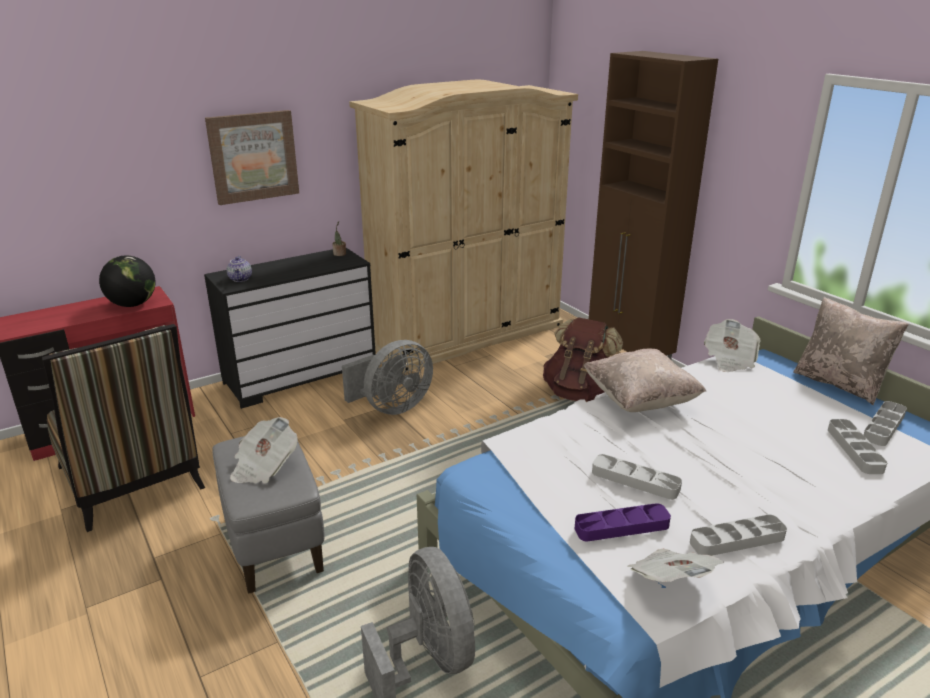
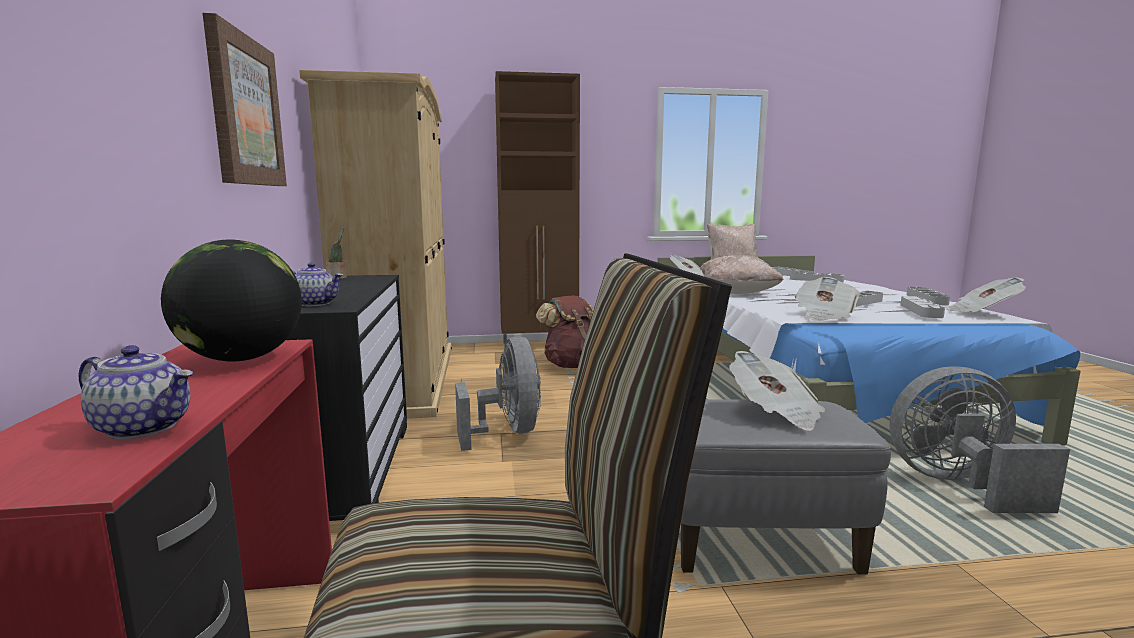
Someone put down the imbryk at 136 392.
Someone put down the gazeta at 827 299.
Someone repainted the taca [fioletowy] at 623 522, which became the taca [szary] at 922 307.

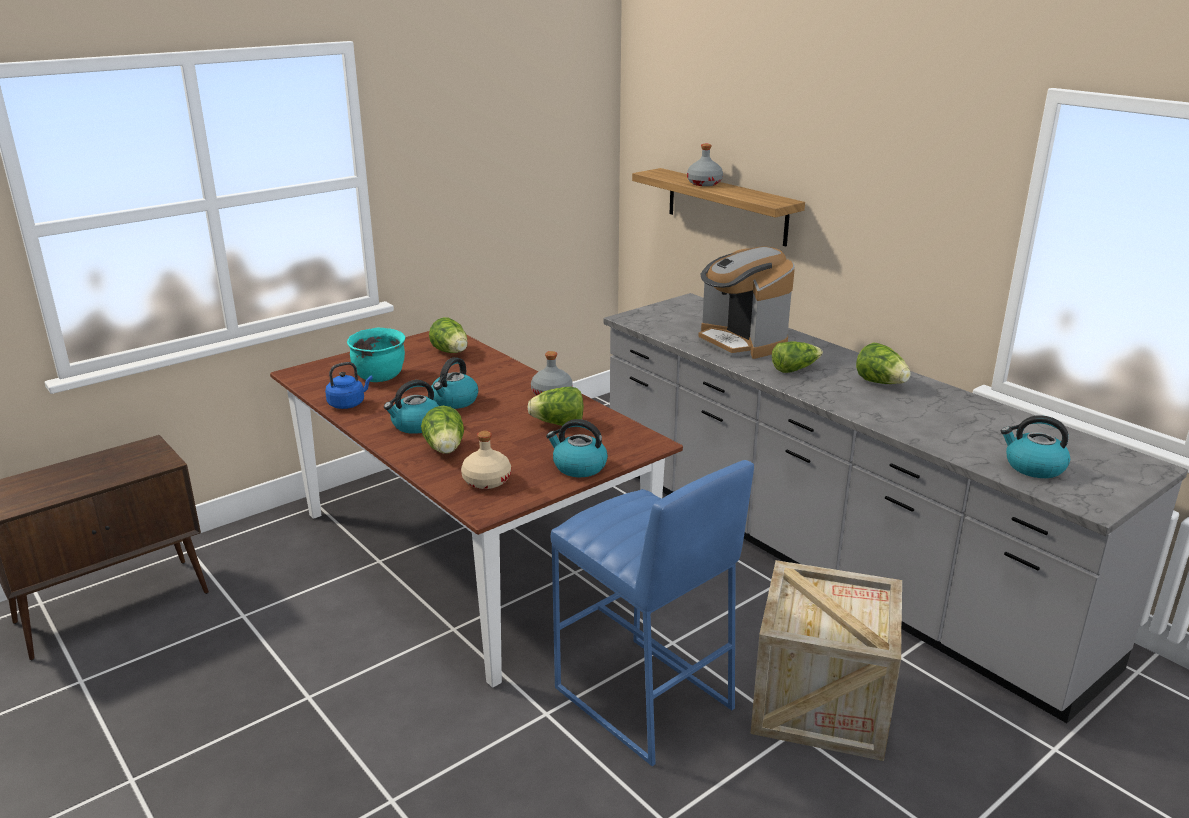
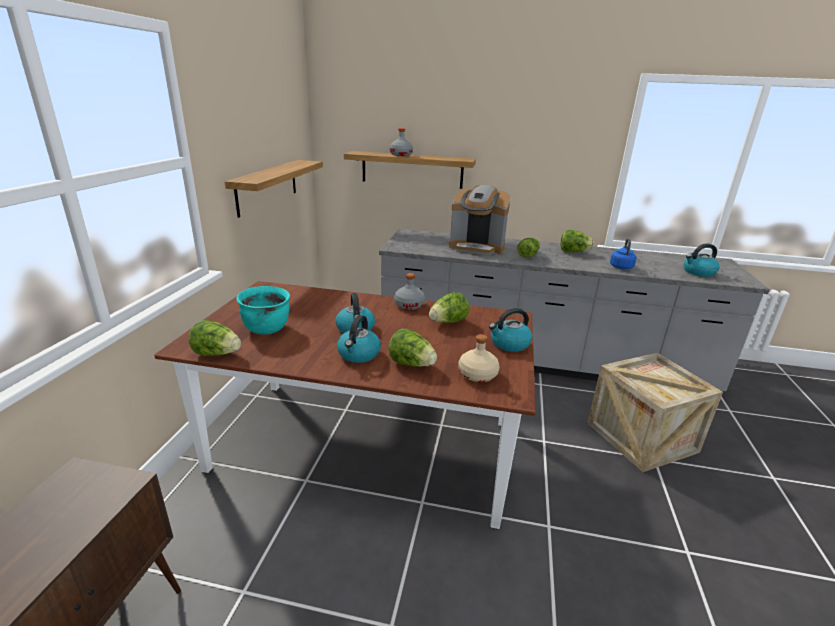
Someone took away the stołek [niebieski] at 652 613.
Someone put up the półka at 274 189.
Someone carried the czajnik [niebieski] from 349 385 to 623 253.
Someone carried the sałata from 448 335 to 215 338.

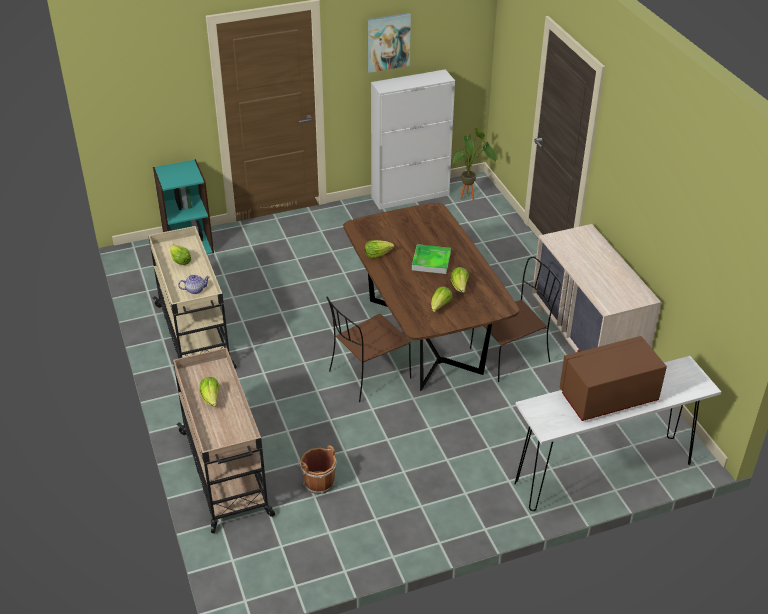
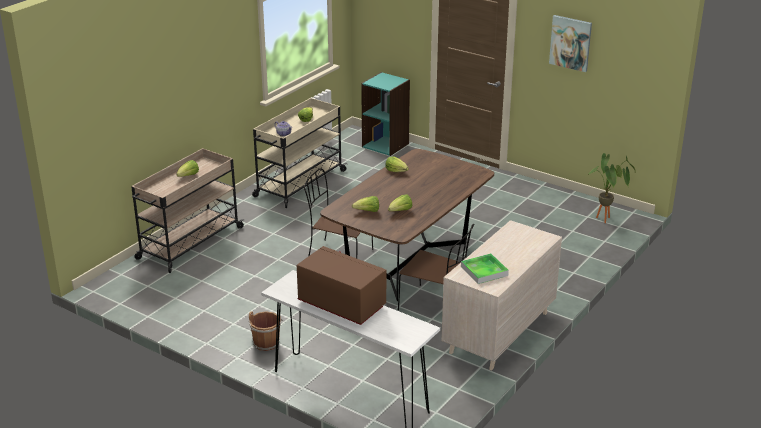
Someone took away the szafka [biały] at 413 139.
Someone carried the wiadro [brązowy] from 316 469 to 266 331.
Someone carried the taca from 431 259 to 485 268.

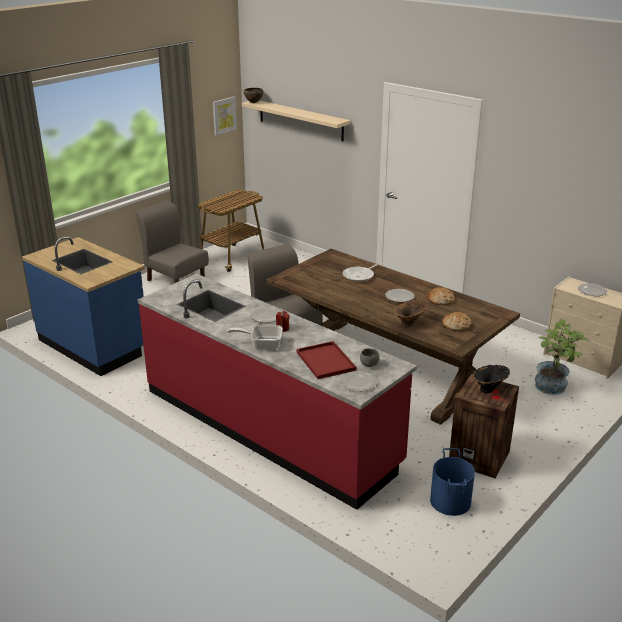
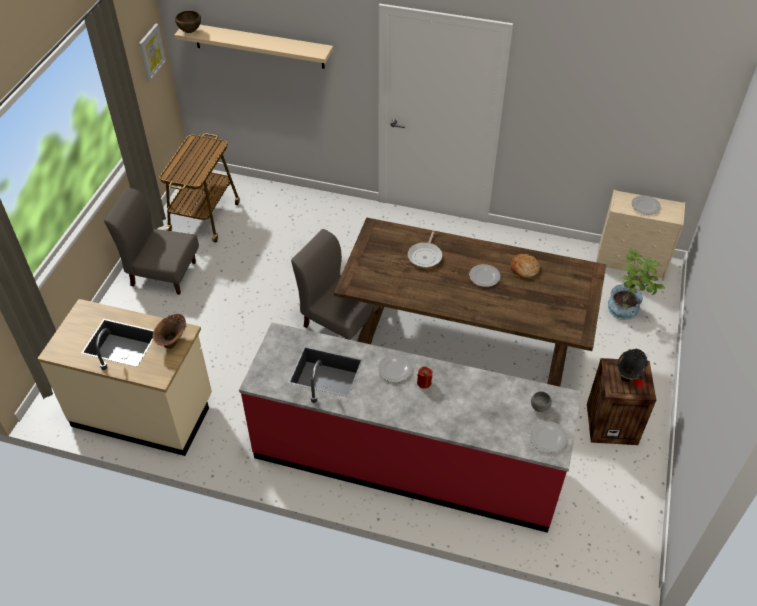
Someone took away the patelnia at 255 337.
Someone took away the taca [czerwony] at 326 360.
Someone took away the wiadro [niebieski] at 452 482.
Someone took away the chleb at 457 321.
Someone carried the wazon [brązowy] from 410 314 to 169 331.
Someone repainted the zabudowa kuchenna [niebieski] at 83 306, which became the zabudowa kuchenna [beżowy] at 124 377.

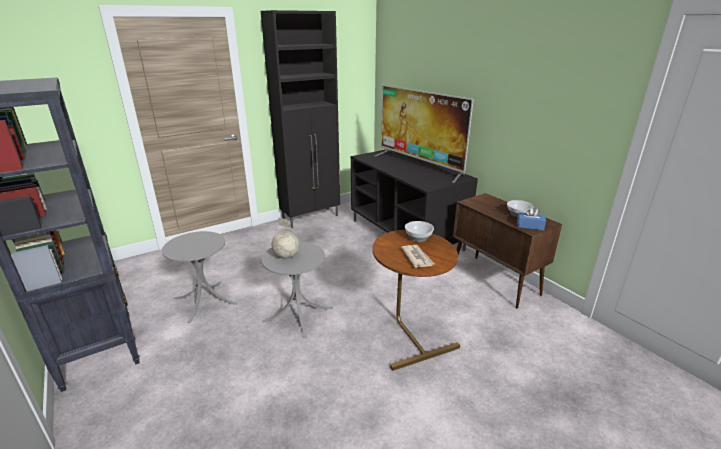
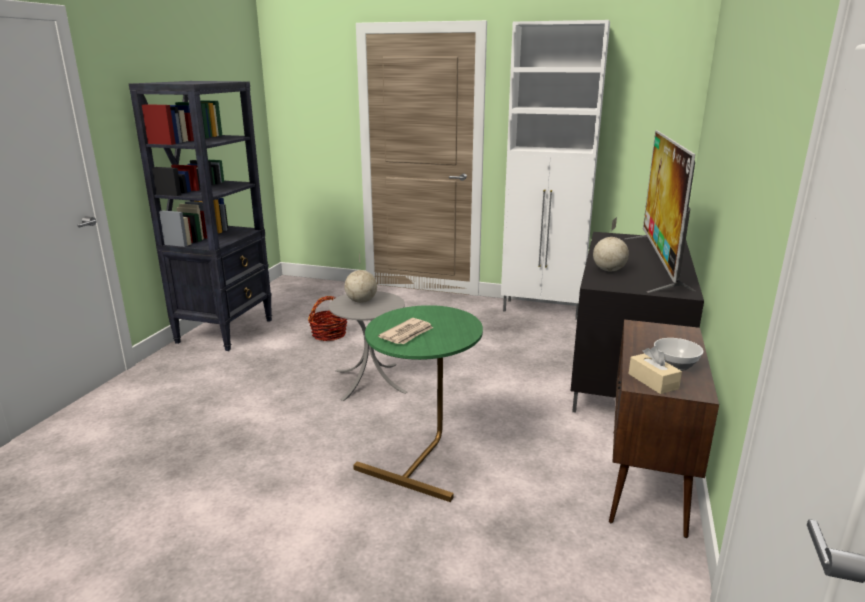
Someone took away the miska at 419 231.
Someone put down the globus at 611 244.
Someone swapped the stolik [szary] at 200 277 for the koszyk at 327 318.
Someone repainted the szafka [czarny] at 300 119, which became the szafka [biały] at 555 170.
Someone repainted the stolik [brązowy] at 416 300, which became the stolik [zielony] at 418 403.
Someone repainted the pudełko chusteczek [niebieski] at 531 218, which became the pudełko chusteczek [beżowy] at 655 370.

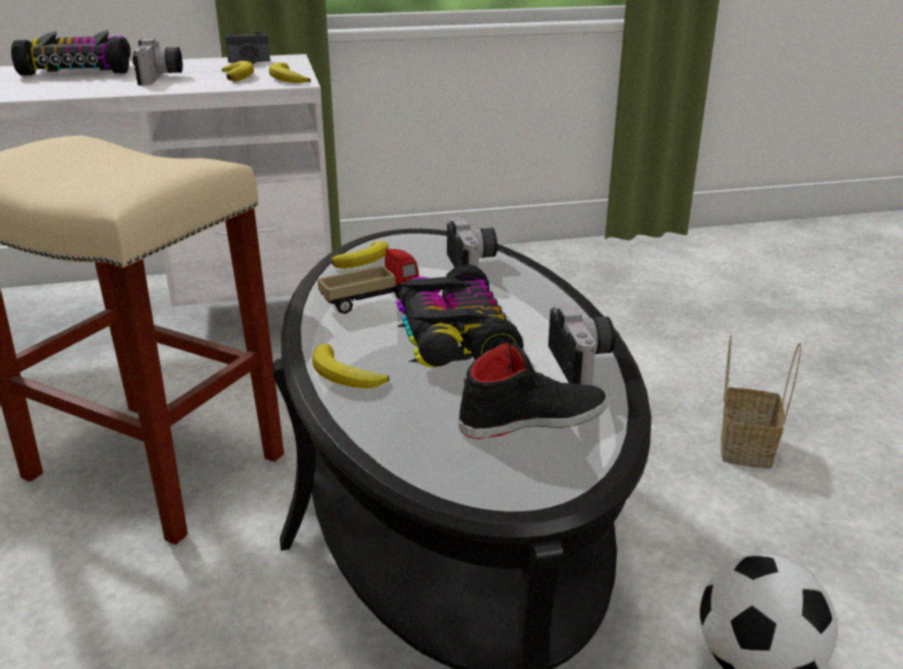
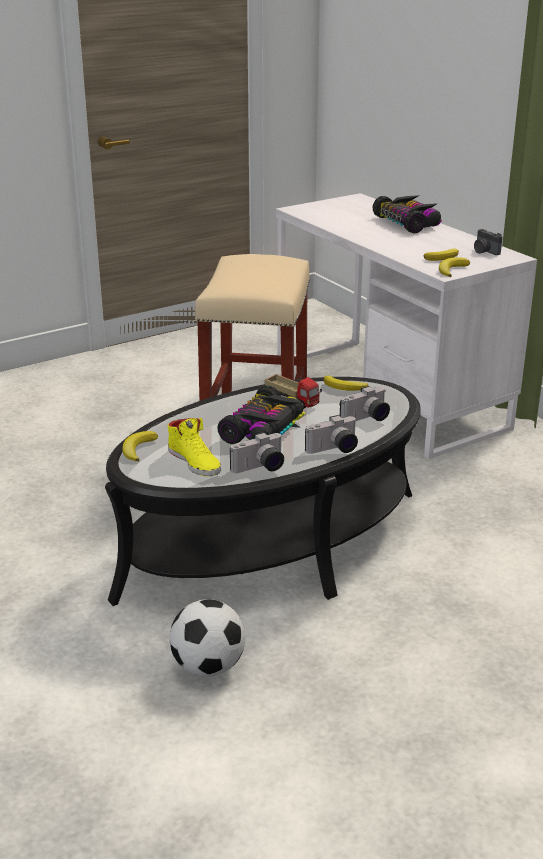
Someone took away the koszyk at 761 402.
Someone carried the aparat fotograficzny from 158 62 to 331 434.
Someone carried the banan from 350 366 to 140 446.
Someone repainted the but [czarny] at 532 389, which became the but [żółty] at 194 447.
Someone rotated the samochodzik at 460 315 by 150 degrees clockwise.

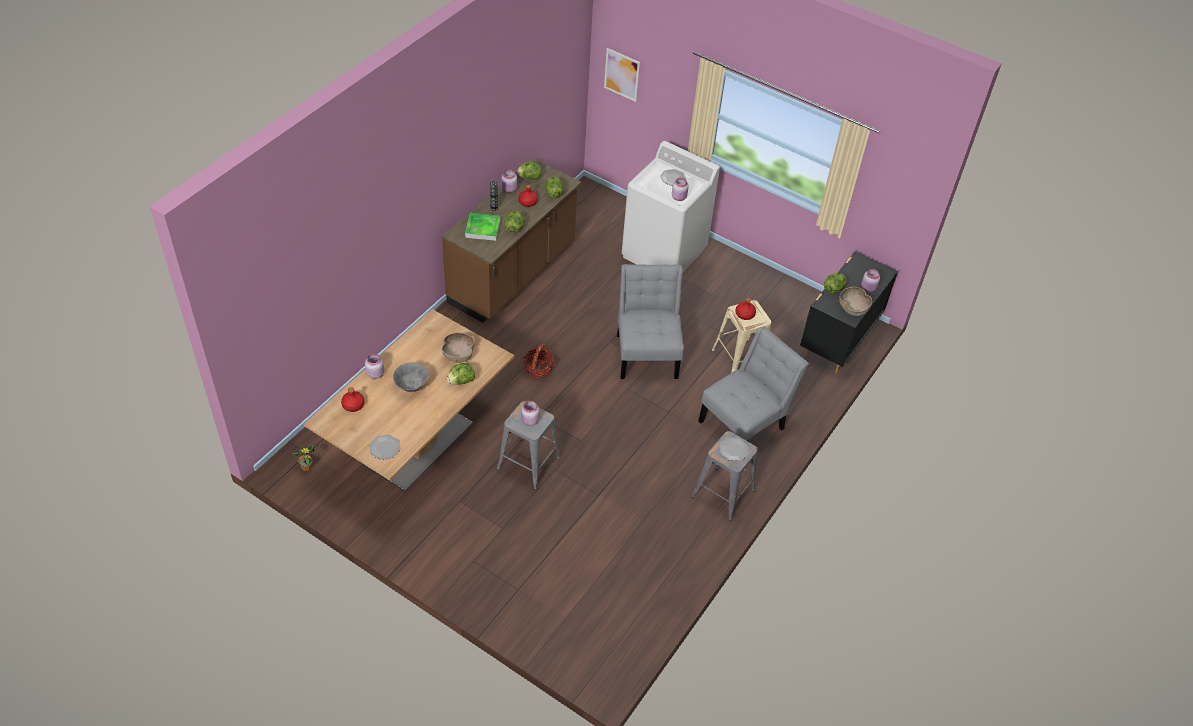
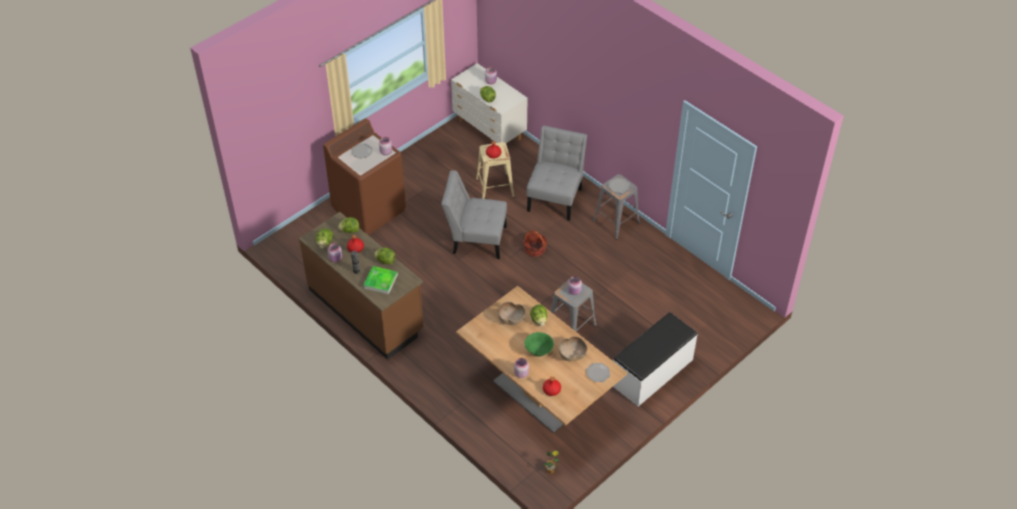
Someone took away the obraz at 622 75.
Someone put down the ławka [biały] at 655 359.
Someone carried the koszyk from 539 361 to 535 243.
Someone carried the miska [brązowy] from 855 301 to 572 348.
Someone repainted the miska [szary] at 411 377, which became the miska [zielony] at 539 344.
Someone repainted the pralka [biały] at 671 206, which became the pralka [brązowy] at 364 177.
Someone repainted the komoda [czarny] at 849 312, which became the komoda [biały] at 489 103.
Someone rotated the krzesło [szary] at 753 383 by 45 degrees clockwise.

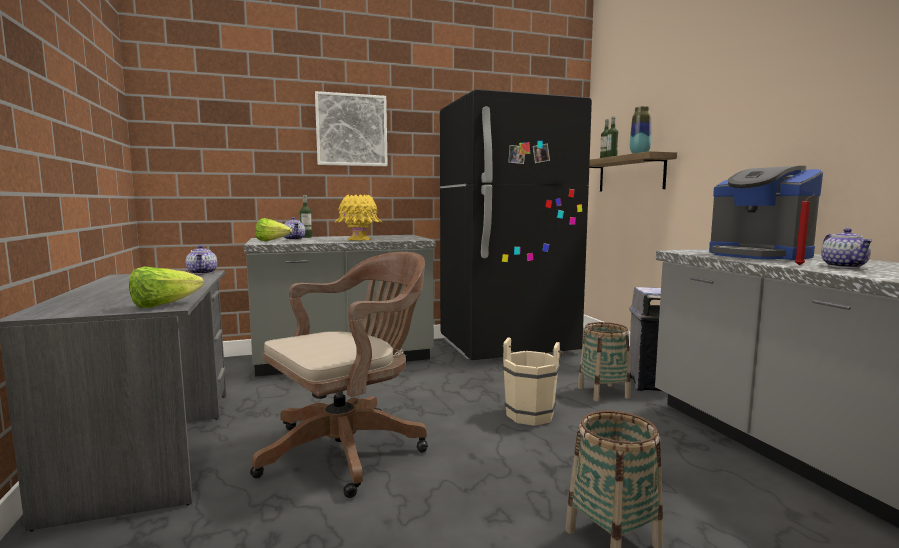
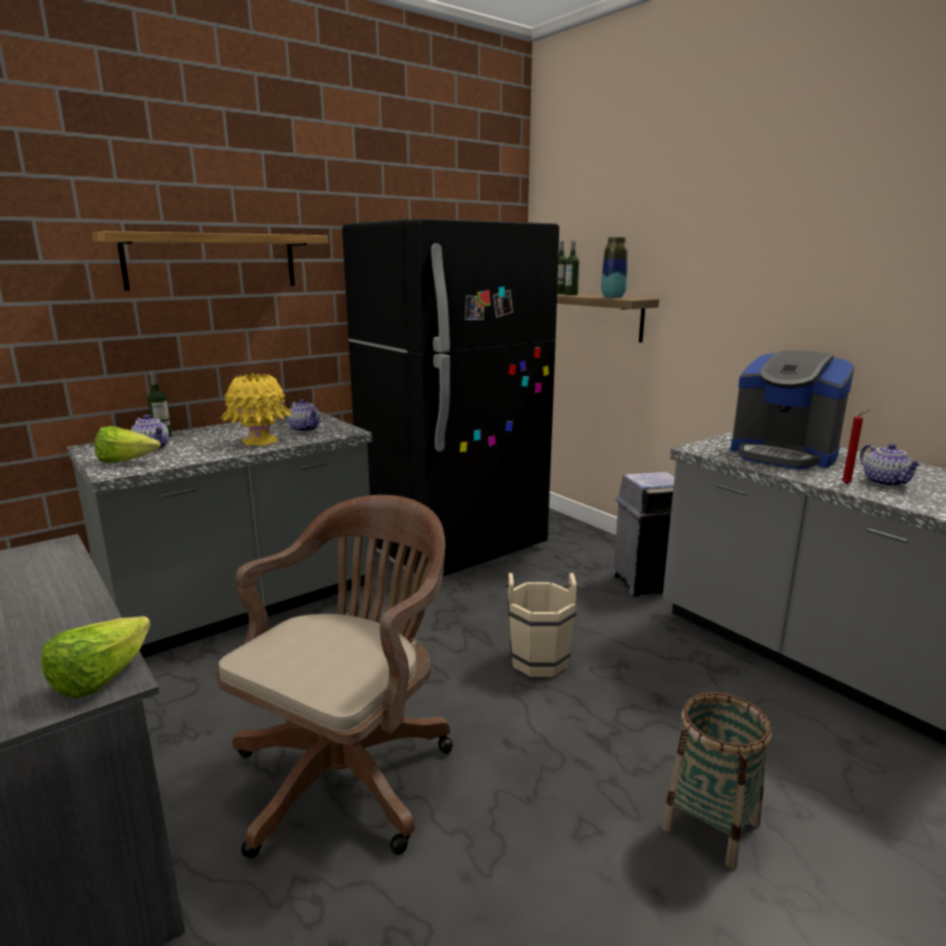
Someone took away the koszyk at 604 362.
Someone carried the imbryk from 201 259 to 303 415.
Someone swapped the obraz at 351 128 for the półka at 210 261.

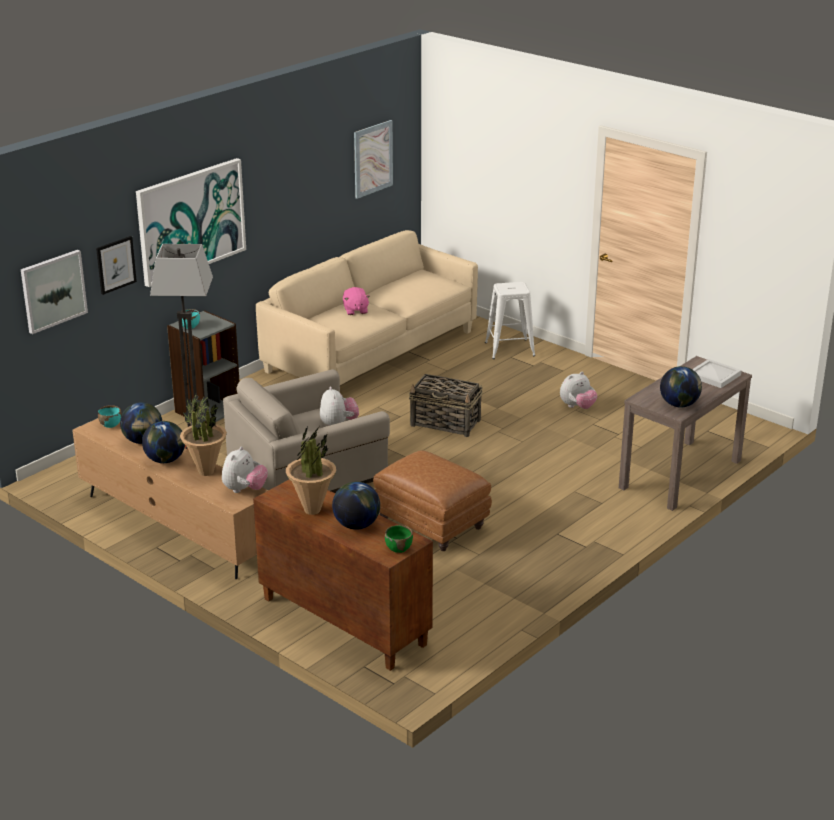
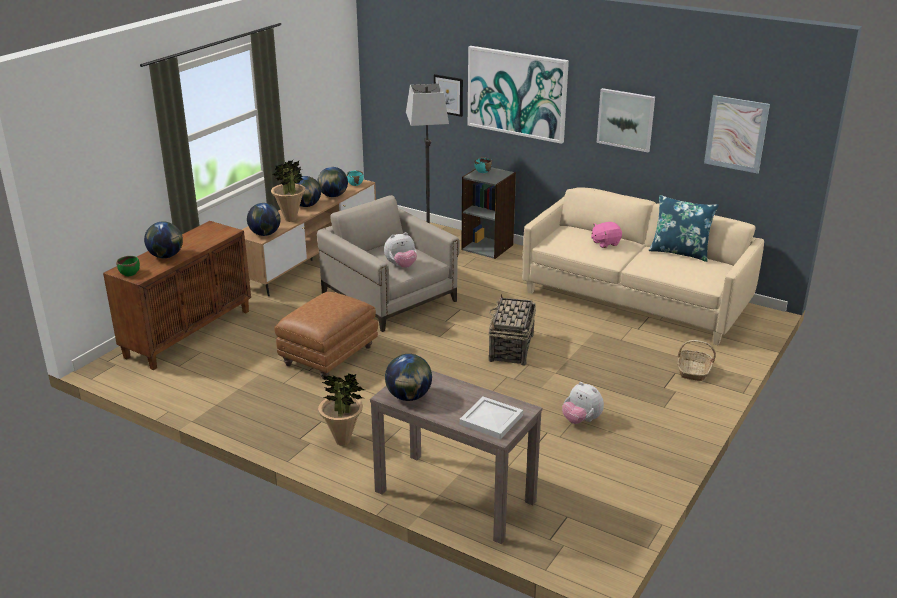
Someone put down the poduszka [niebieski] at 684 228.
Someone carried the obraz from 54 292 to 626 120.
Someone carried the roślina doniczkowa from 311 471 to 341 410.
Someone swapped the pluszak at 245 470 for the globus at 264 219.
Someone swapped the stołek [biały] at 510 320 for the koszyk at 696 360.

